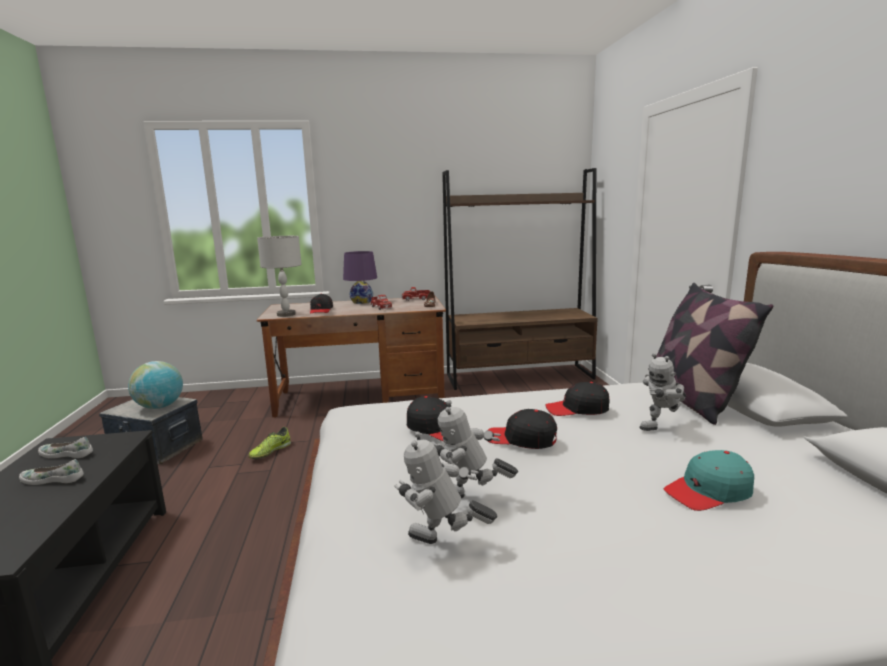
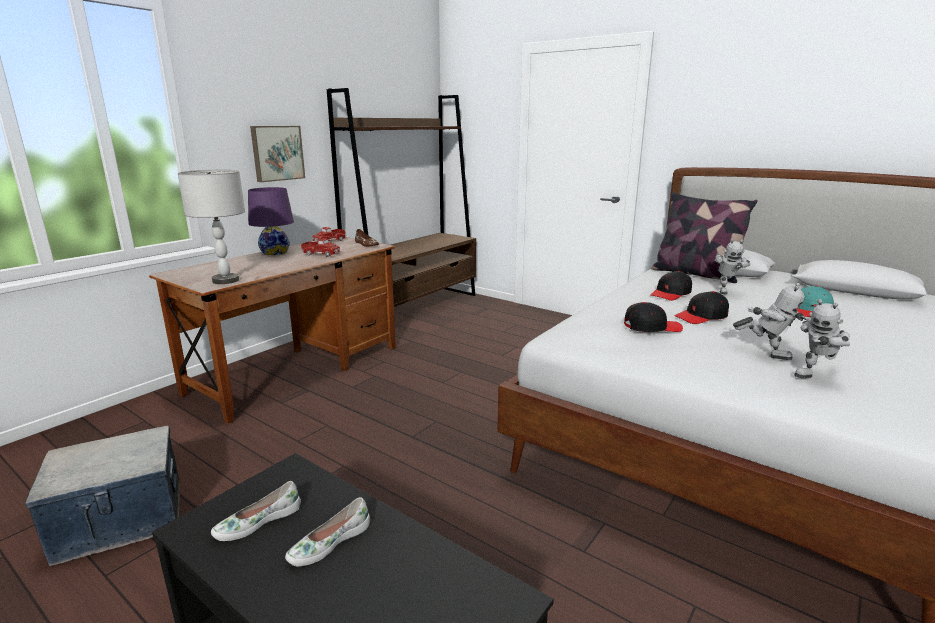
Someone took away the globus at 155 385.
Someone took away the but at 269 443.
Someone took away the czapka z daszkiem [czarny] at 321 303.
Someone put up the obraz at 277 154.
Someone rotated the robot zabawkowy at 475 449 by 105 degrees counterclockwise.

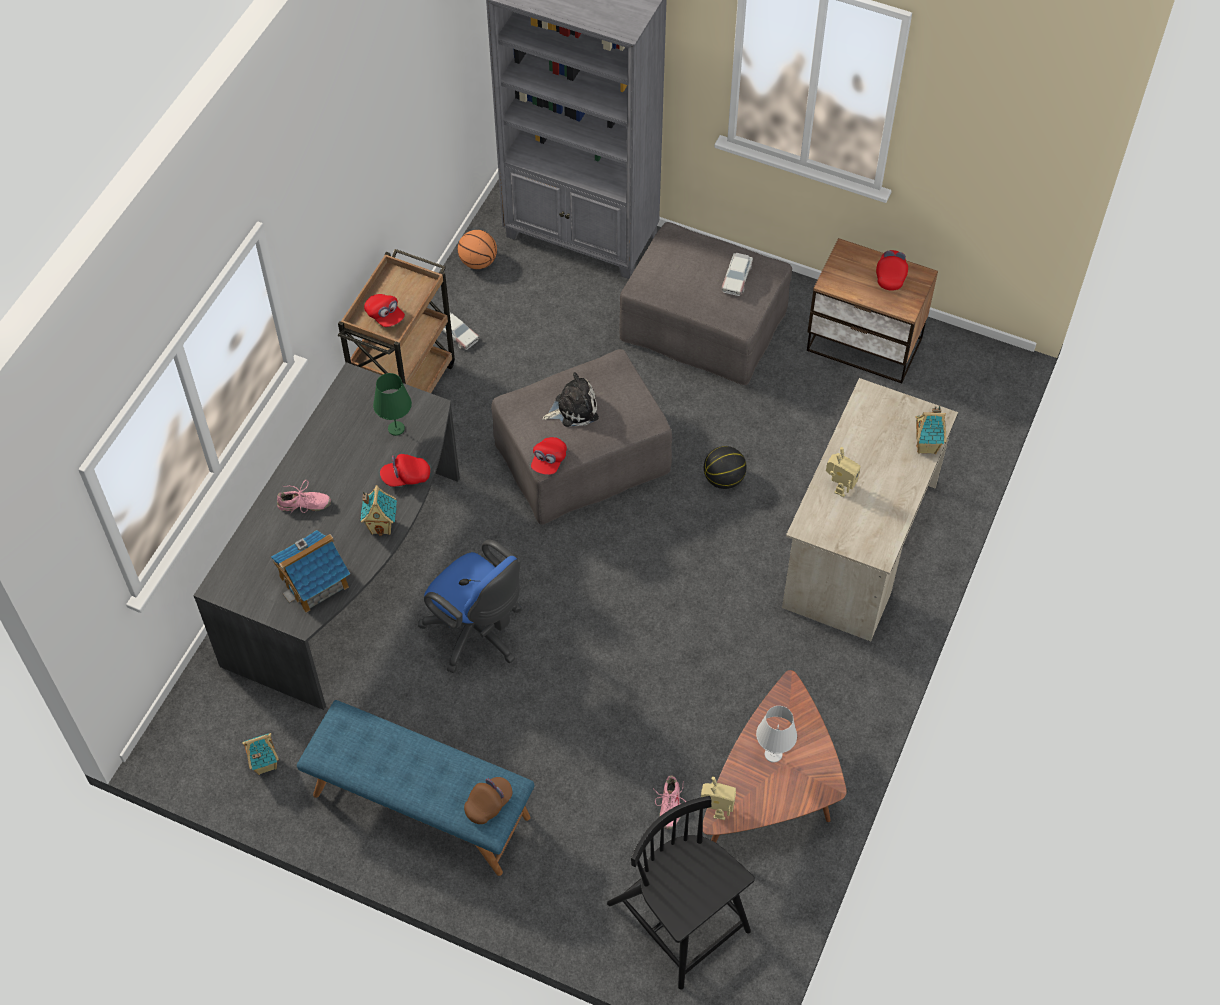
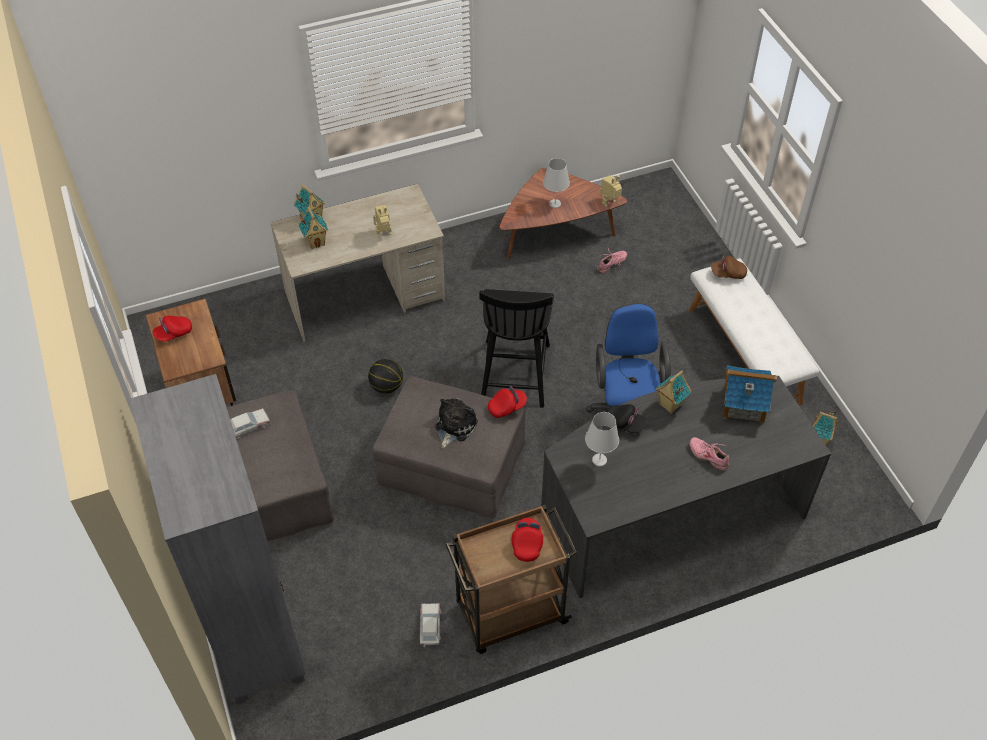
Someone took away the piłka do koszykówki at 477 249.
Someone put down the domek at 313 227.
Someone carried the krzesło [czarny] from 681 893 to 516 348.
Someone repainted the ławka [niebieski] at 415 788, which became the ławka [biały] at 754 331.
Someone repainted the lampa stołowa [zielony] at 392 404, which became the lampa stołowa [biały] at 602 439.
Someone repainted the czapka z daszkiem [czerwony] at 405 470, which became the czapka z daszkiem [czarny] at 626 418.
Someone rotated the pluszak at 570 399 by 90 degrees clockwise.

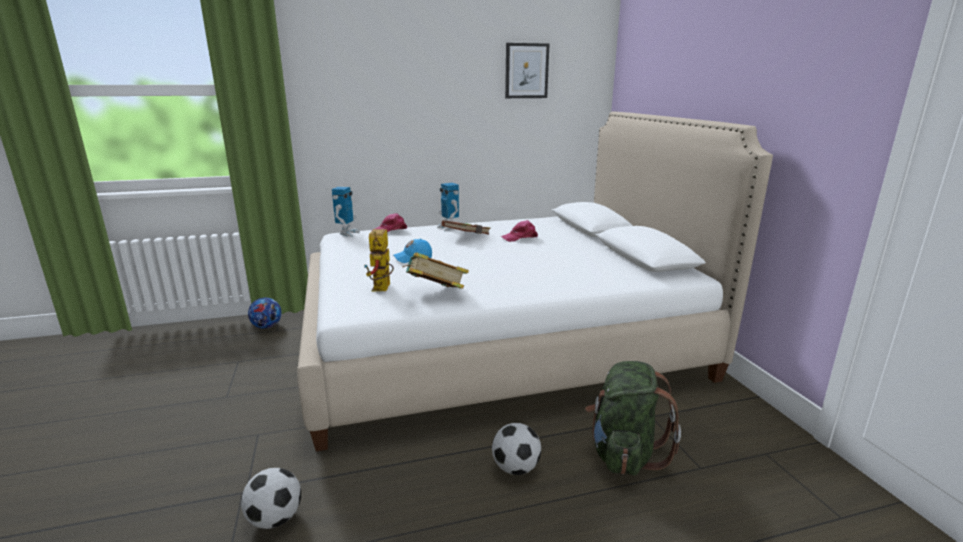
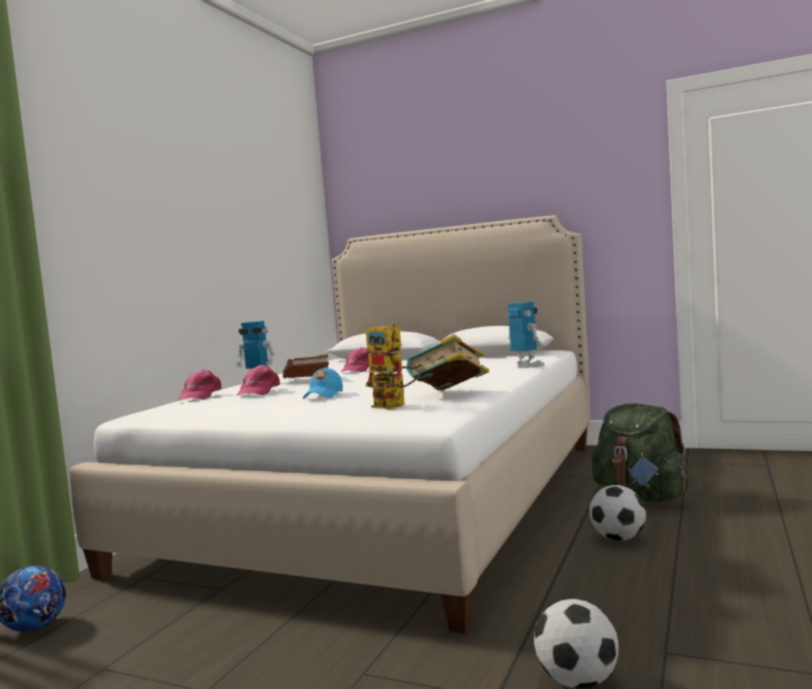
Someone took away the obraz at 527 70.
Someone put down the czapka z daszkiem [różowy] at 258 380.
Someone carried the robot zabawkowy from 346 212 to 526 335.

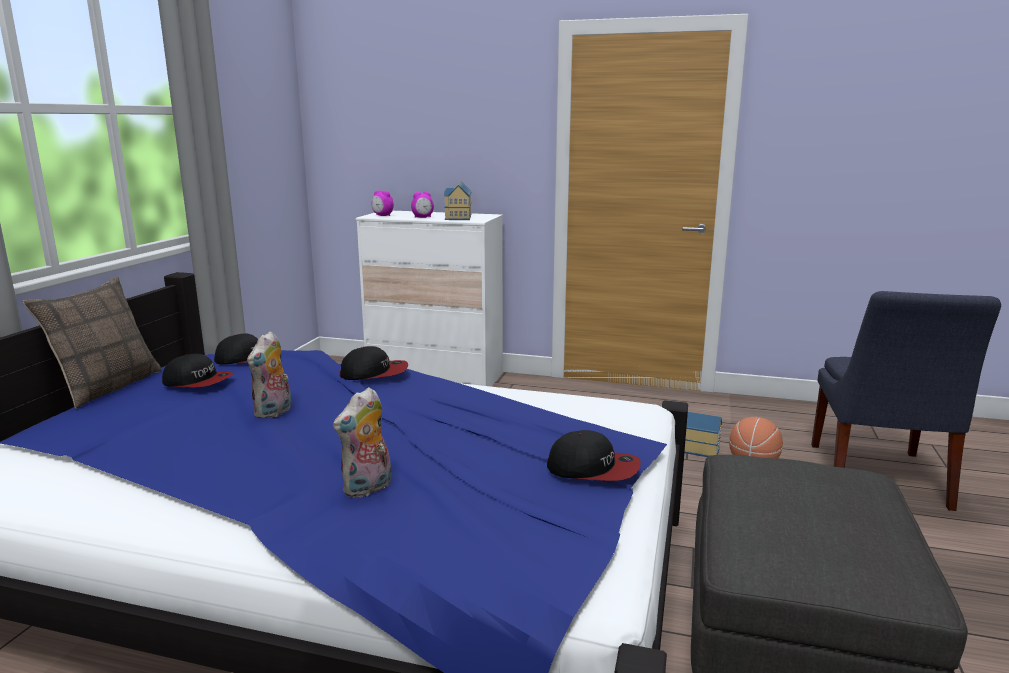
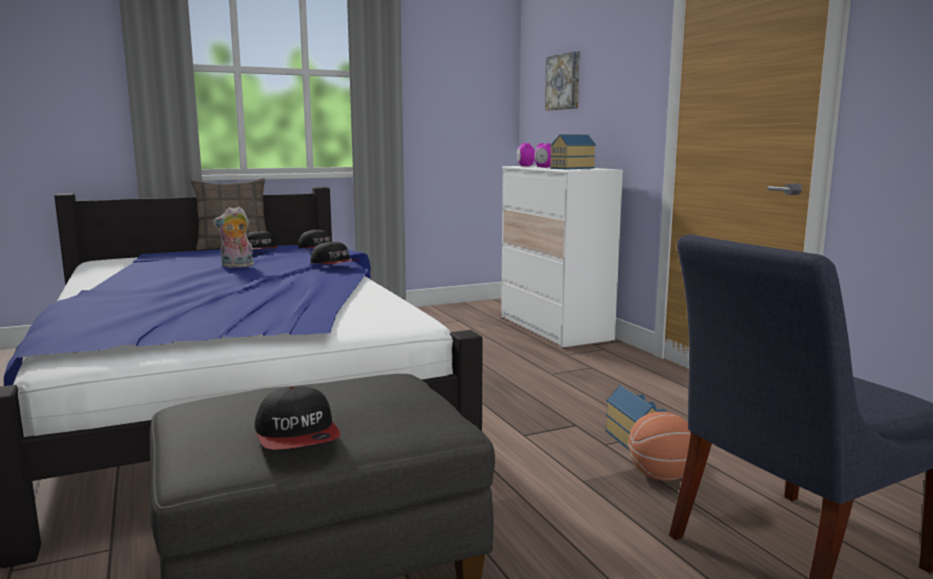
Someone took away the pluszak at 362 442.
Someone put up the obraz at 562 81.
Someone carried the czapka z daszkiem from 594 455 to 297 418.

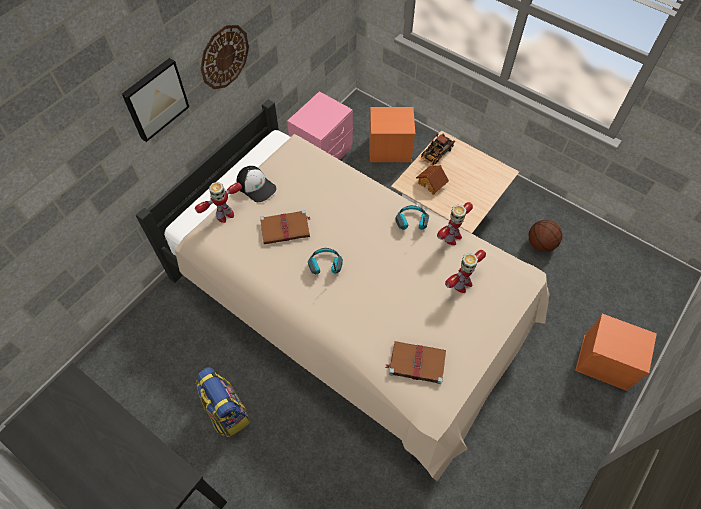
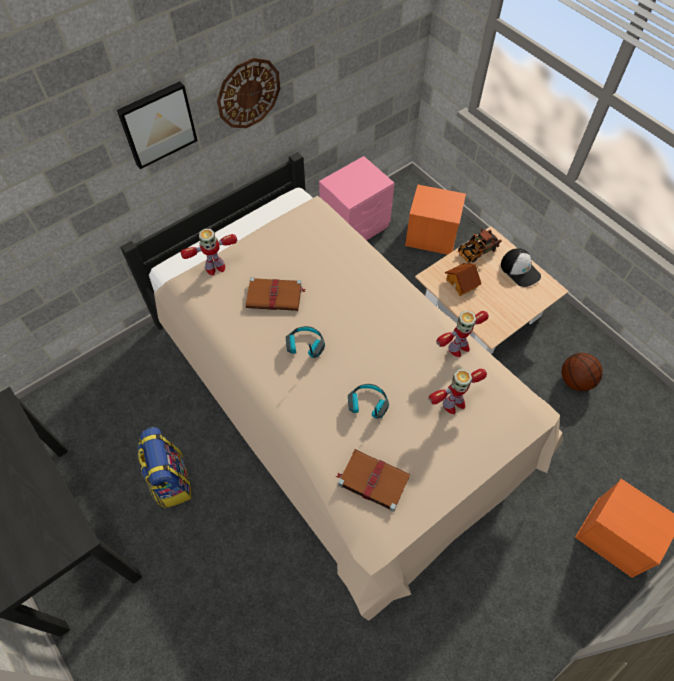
Someone carried the czapka z daszkiem from 257 184 to 521 267.
Someone carried the słuchawki from 412 217 to 368 401.

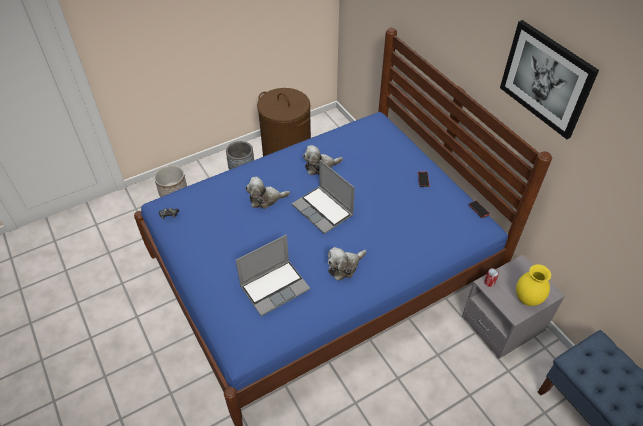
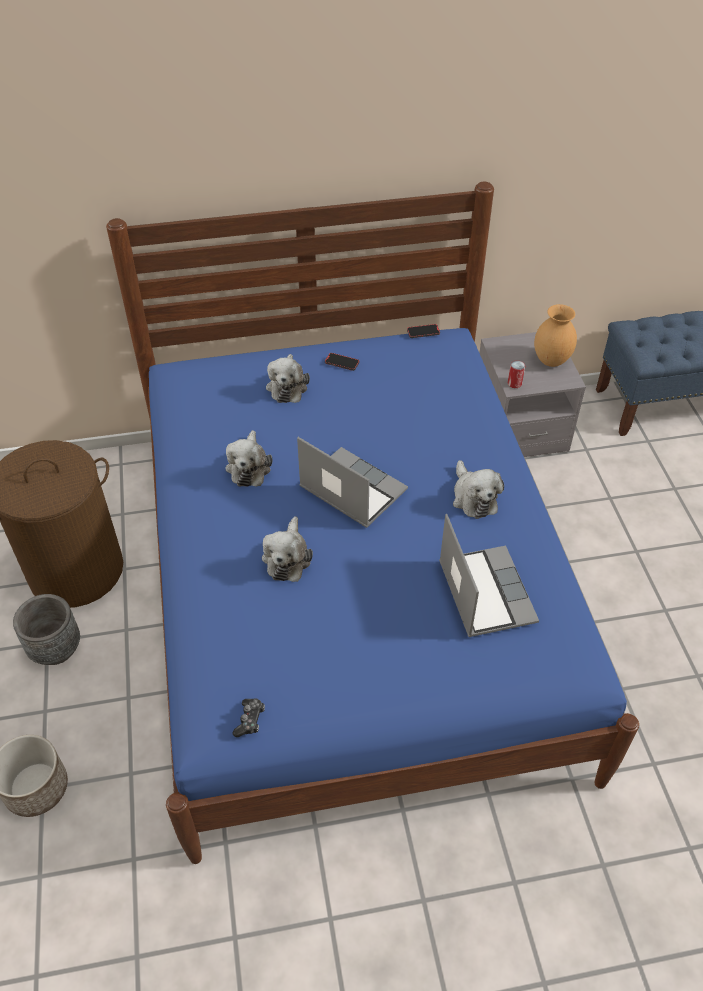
Someone took away the obraz at 549 79.
Someone put down the pluszak at 288 378.
Someone repainted the wazon [żółty] at 533 285, which became the wazon [brązowy] at 555 335.
Someone rotated the laptop at 323 197 by 120 degrees counterclockwise.

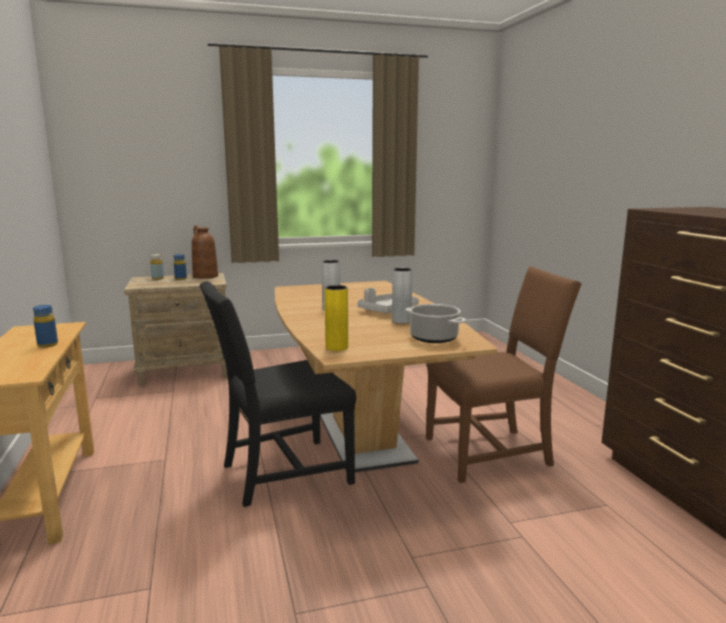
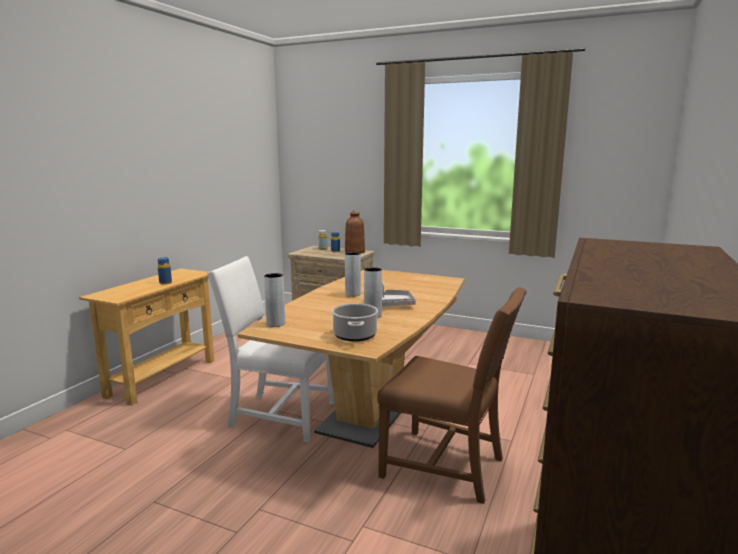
Someone repainted the krzesło [czarny] at 278 394, which became the krzesło [biały] at 270 349.
Someone repainted the wazon [żółty] at 336 318, which became the wazon [szary] at 274 300.

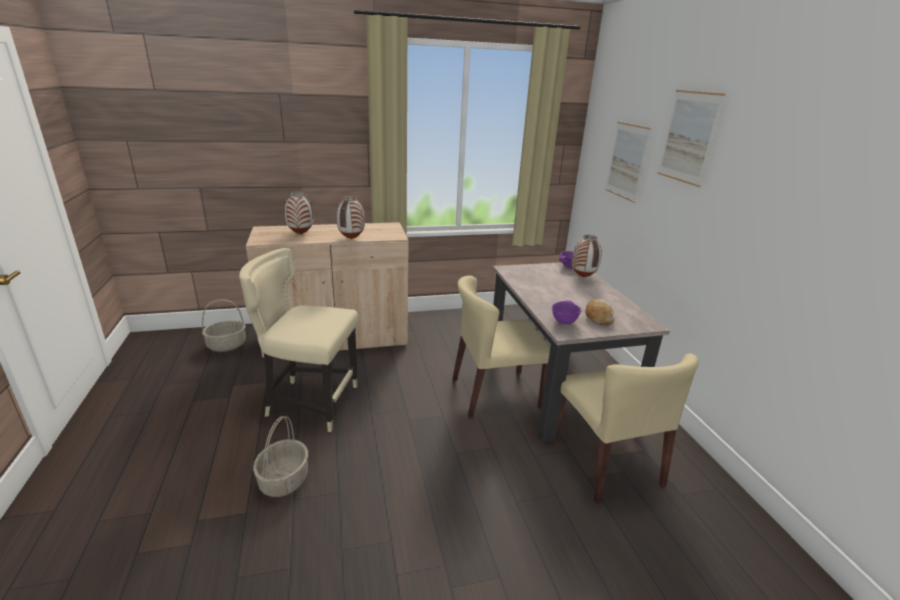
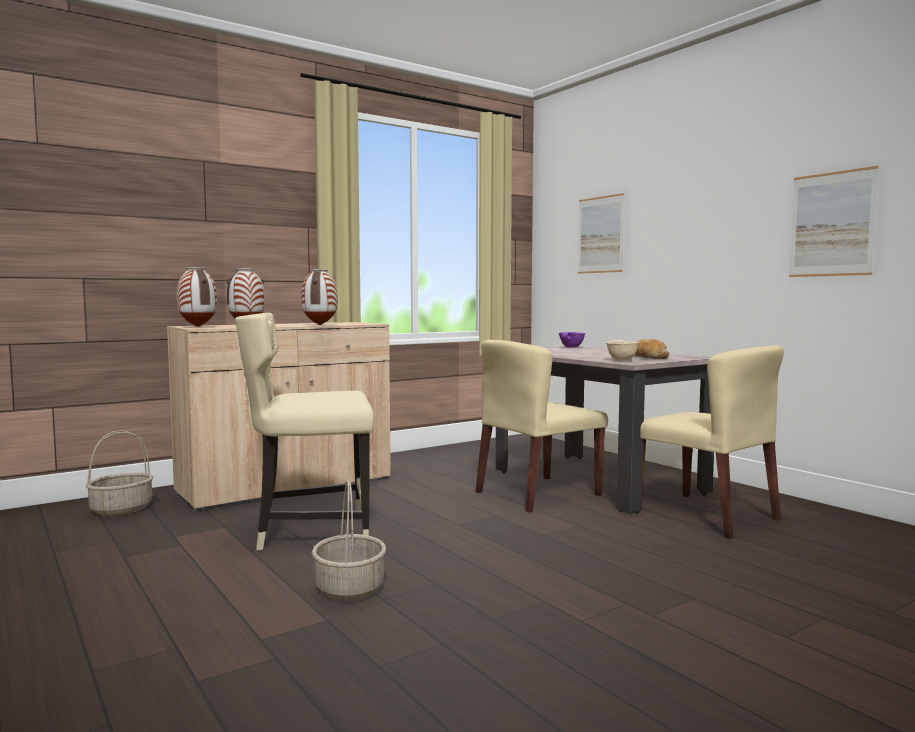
Someone carried the wazon from 587 256 to 197 297.
Someone carried the obraz from 691 138 to 834 221.
Someone repainted the miska [fioletowy] at 567 312, which became the miska [beżowy] at 623 350.

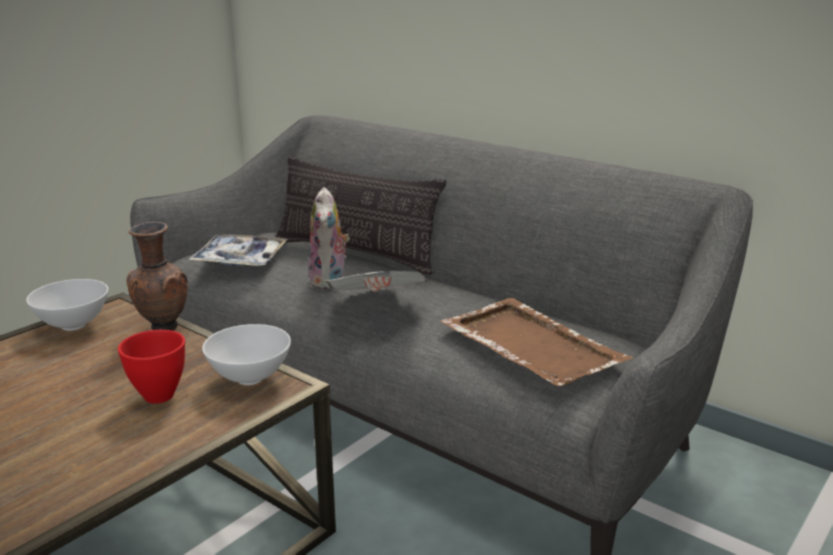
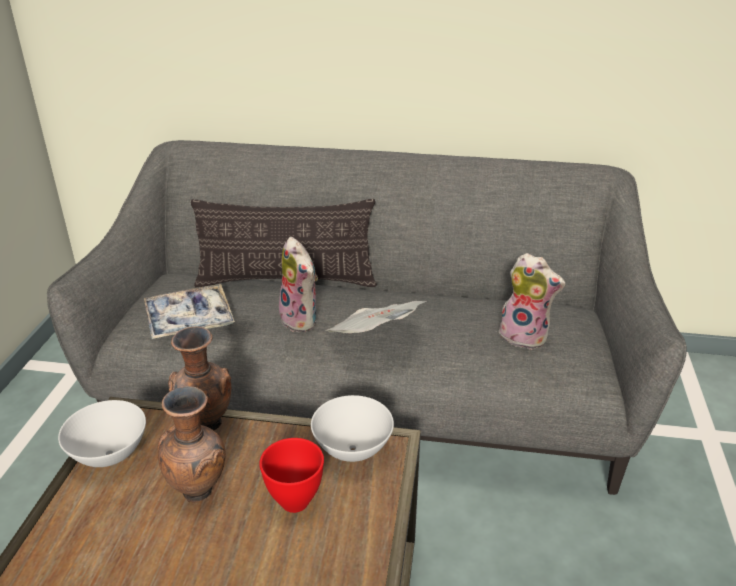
Someone put down the wazon [brązowy] at 191 444.
Someone swapped the taca [brązowy] at 536 342 for the pluszak at 532 301.

